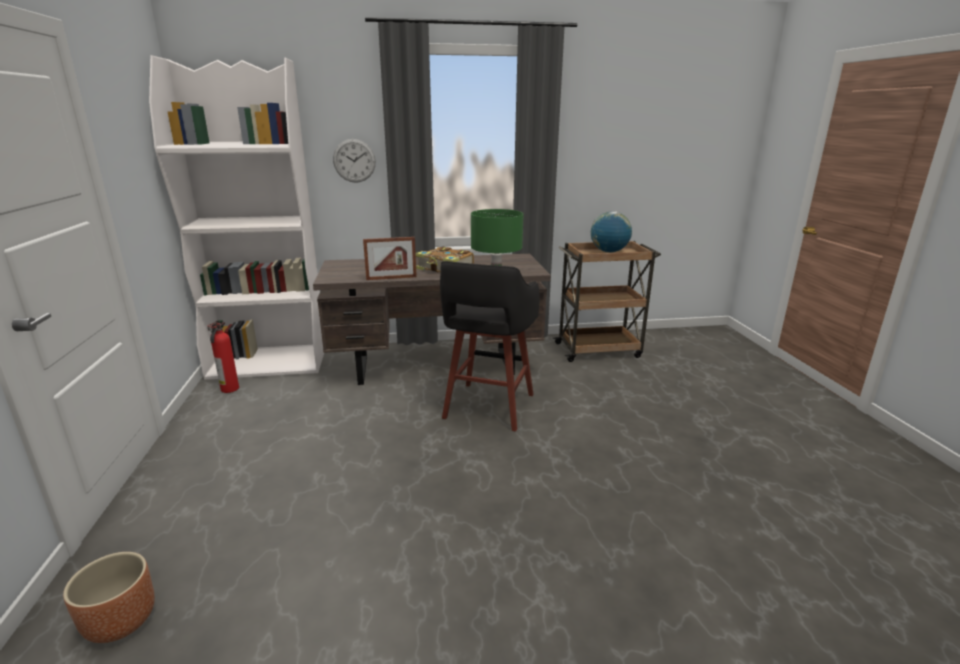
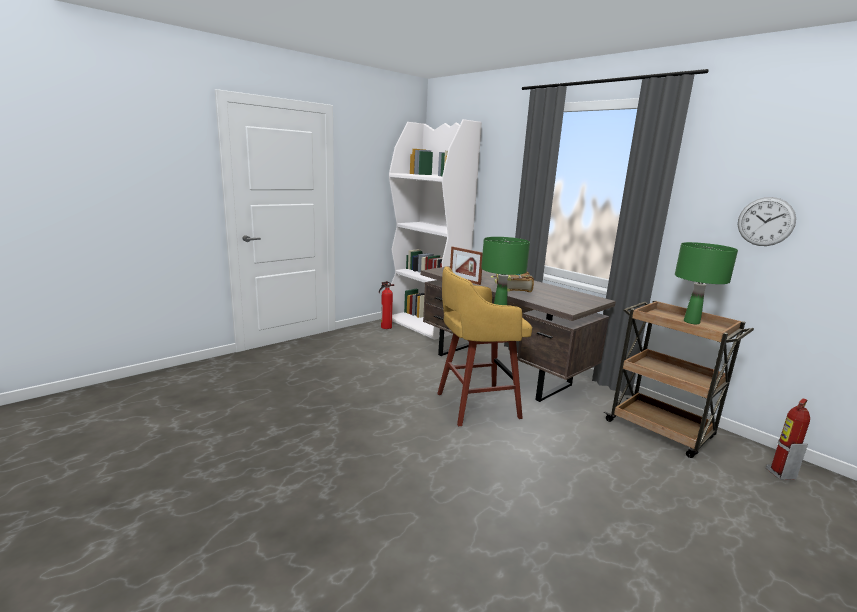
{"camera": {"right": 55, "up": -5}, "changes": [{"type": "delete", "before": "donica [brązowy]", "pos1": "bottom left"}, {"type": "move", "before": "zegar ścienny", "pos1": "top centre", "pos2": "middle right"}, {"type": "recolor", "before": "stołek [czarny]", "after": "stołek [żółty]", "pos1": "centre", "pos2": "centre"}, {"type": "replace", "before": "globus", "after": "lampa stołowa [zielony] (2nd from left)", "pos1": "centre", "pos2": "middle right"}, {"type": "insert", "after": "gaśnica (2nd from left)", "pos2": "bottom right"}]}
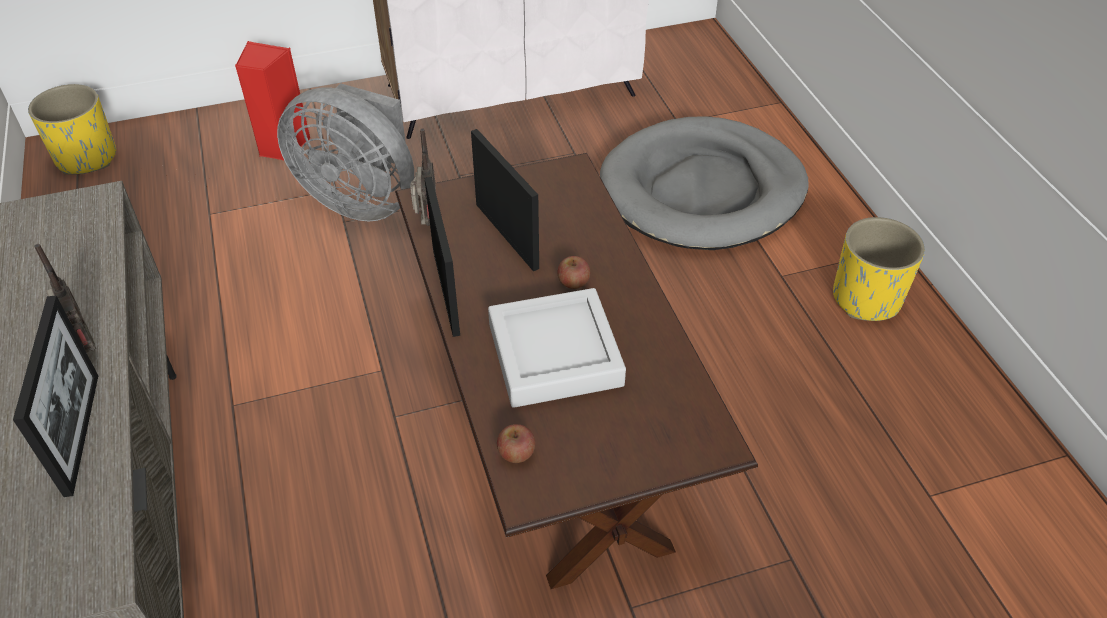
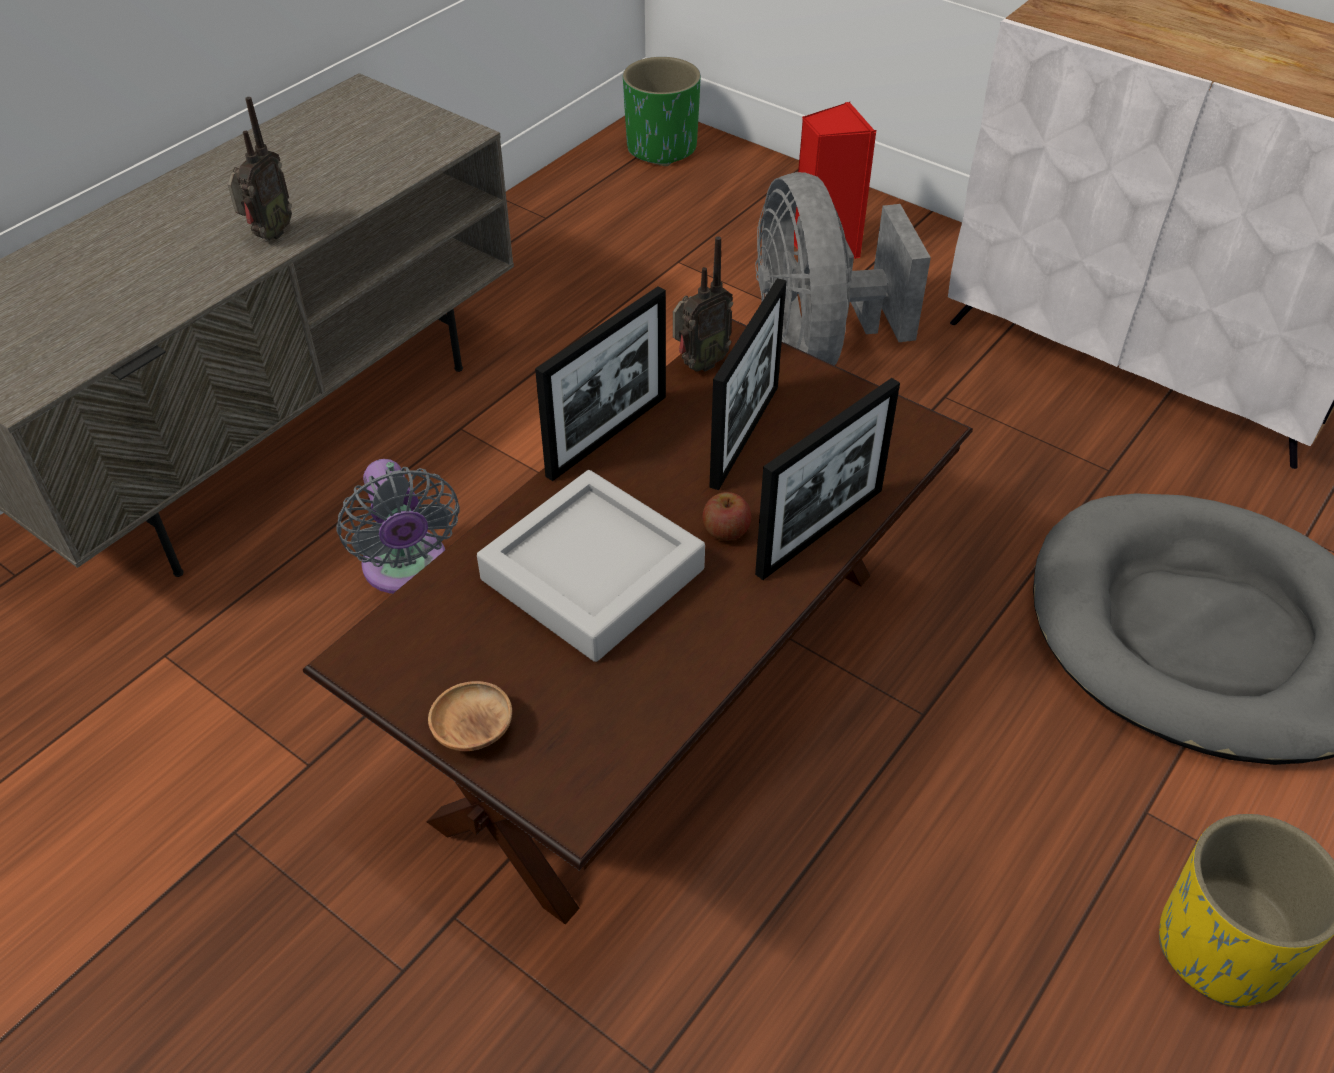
{"camera": {"right": 55, "up": 0}, "changes": [{"type": "move", "before": "ramka na zdjęcie (1st from left in the first image)", "after": "ramka na zdjęcie (3rd from left)", "pos1": "middle left", "pos2": "centre"}, {"type": "recolor", "before": "donica [żółty] (1st from left)", "after": "donica [zielony]", "pos1": "top left", "pos2": "top centre"}, {"type": "delete", "before": "jabłko (1st from left)", "pos1": "bottom centre"}, {"type": "insert", "after": "wentylator [szary] (1st from left)", "pos2": "middle left"}, {"type": "insert", "after": "miska [brązowy]", "pos2": "bottom centre"}]}
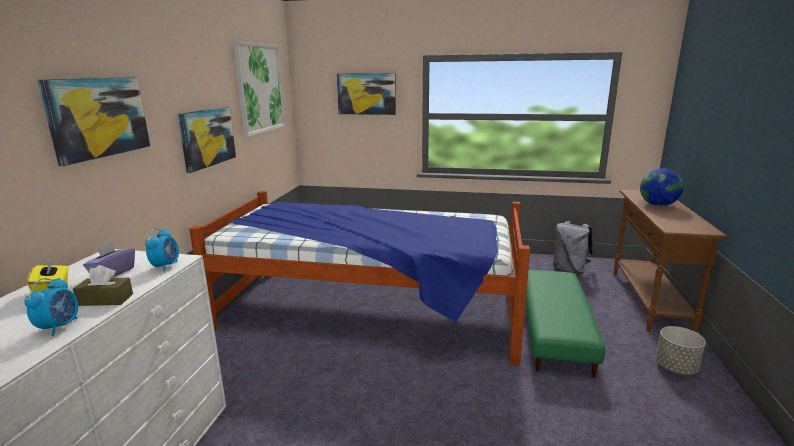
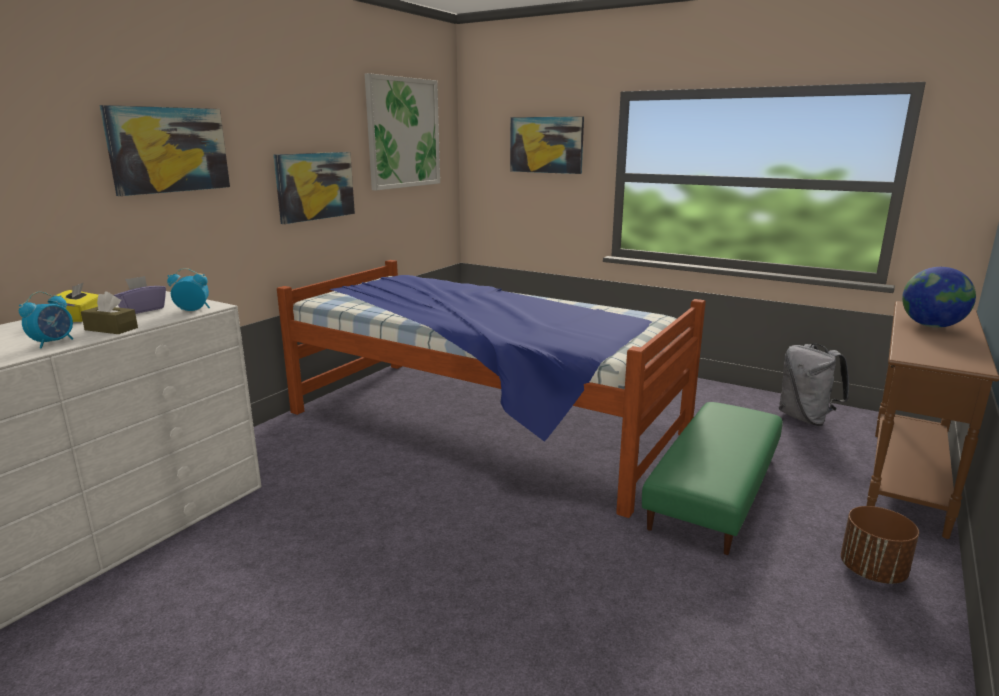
{"camera": {"right": 20, "up": 0}, "changes": [{"type": "rotate", "before": "budzik (2nd from left)", "pos1": "middle left", "pos2": "middle left", "turn": -120}, {"type": "recolor", "before": "donica [szary]", "after": "donica [brązowy]", "pos1": "bottom right", "pos2": "bottom right"}]}
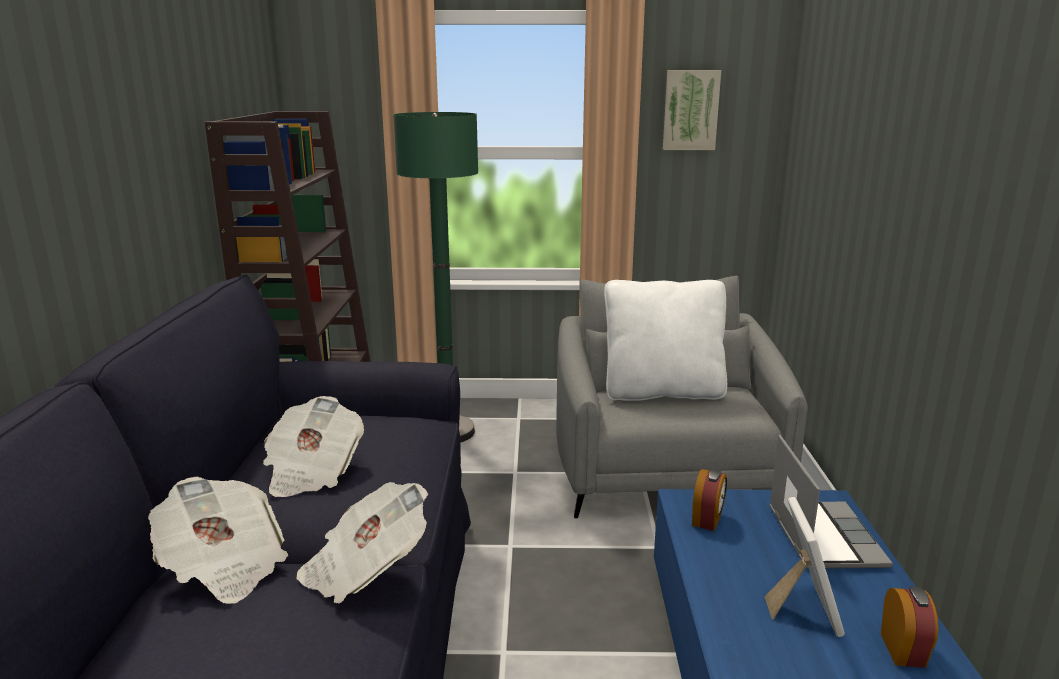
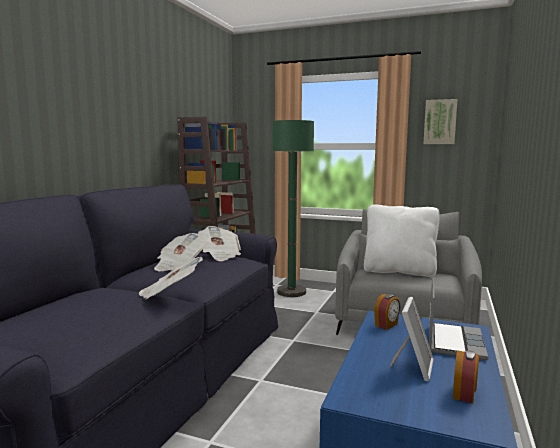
{"camera": {"right": 20, "up": -10}, "changes": [{"type": "move", "before": "gazeta (1st from left in the first image)", "after": "gazeta (3rd from left)", "pos1": "bottom left", "pos2": "centre"}]}
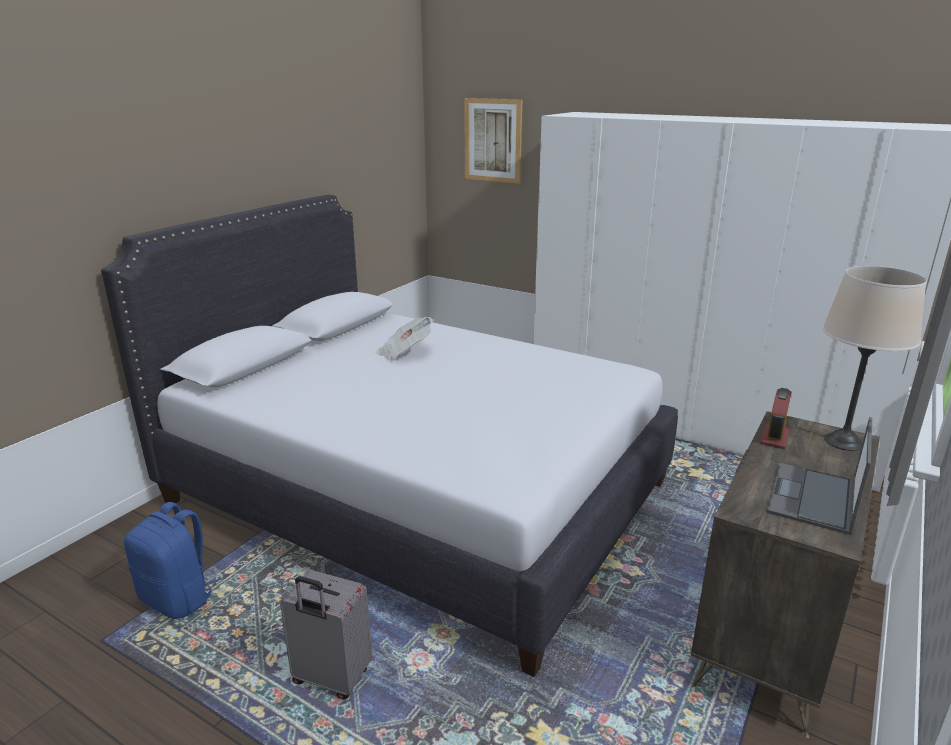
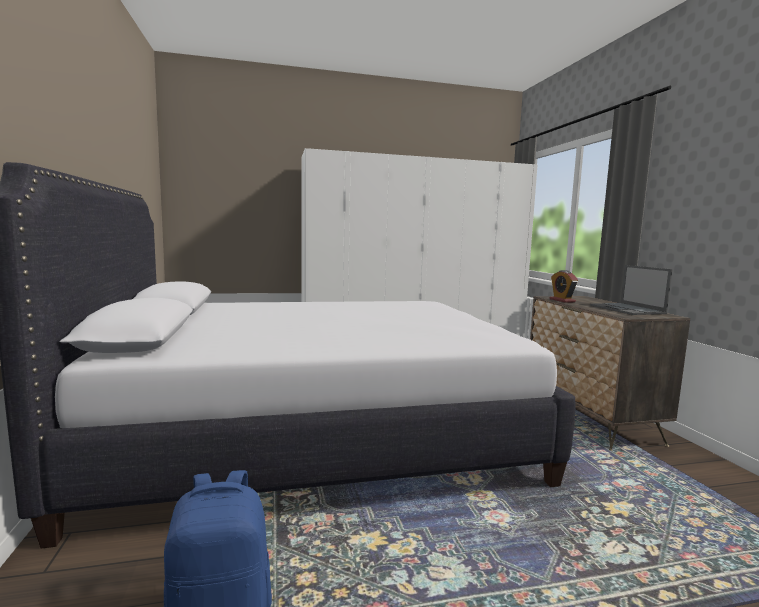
{"camera": {"right": -45, "up": -15}, "changes": [{"type": "delete", "before": "walizka [szary]", "pos1": "bottom centre"}, {"type": "delete", "before": "gazeta", "pos1": "centre"}, {"type": "delete", "before": "obraz", "pos1": "top centre"}, {"type": "delete", "before": "lampa stołowa [beżowy]", "pos1": "middle right"}]}
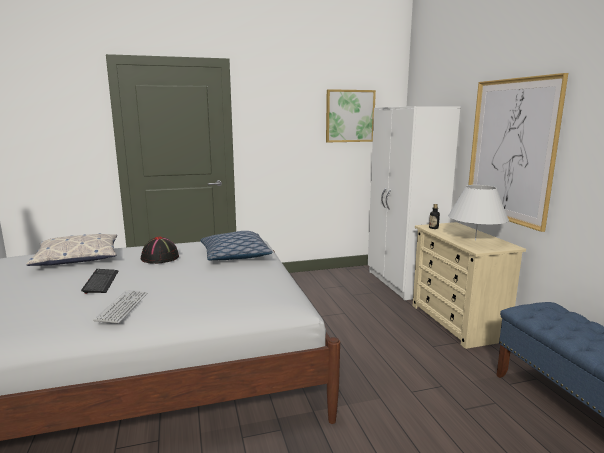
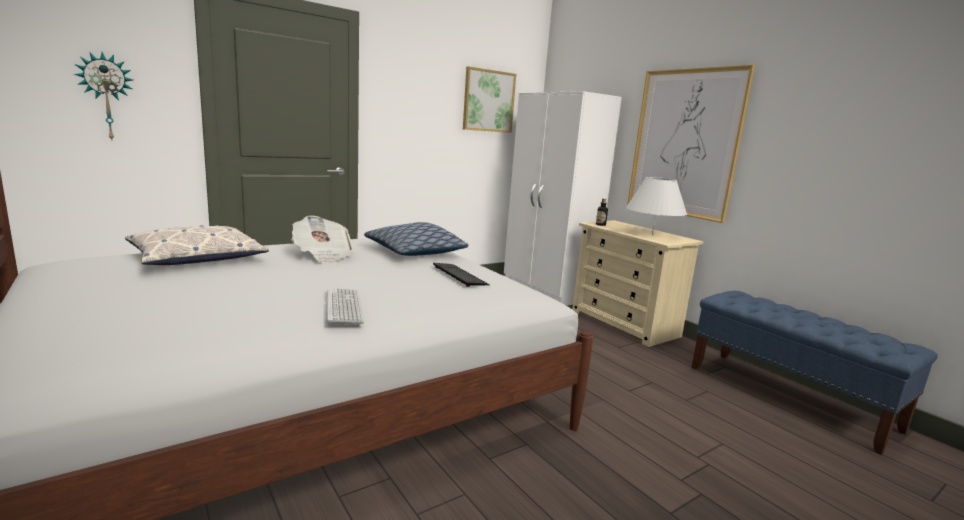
{"camera": {"right": -20, "up": 0}, "changes": [{"type": "move", "before": "klawiatura (1st from left in the first image)", "after": "klawiatura (2nd from left)", "pos1": "middle left", "pos2": "centre"}, {"type": "replace", "before": "kapelusz [czarny]", "after": "gazeta", "pos1": "middle left", "pos2": "centre"}, {"type": "insert", "after": "zegar ścienny", "pos2": "top left"}]}
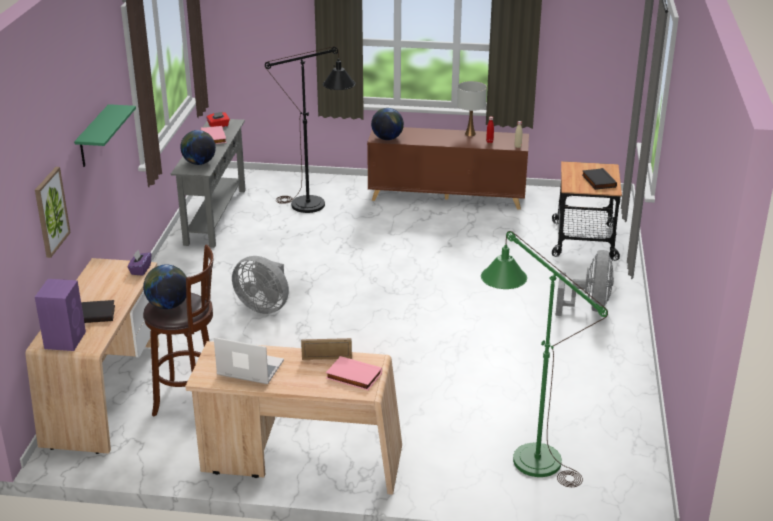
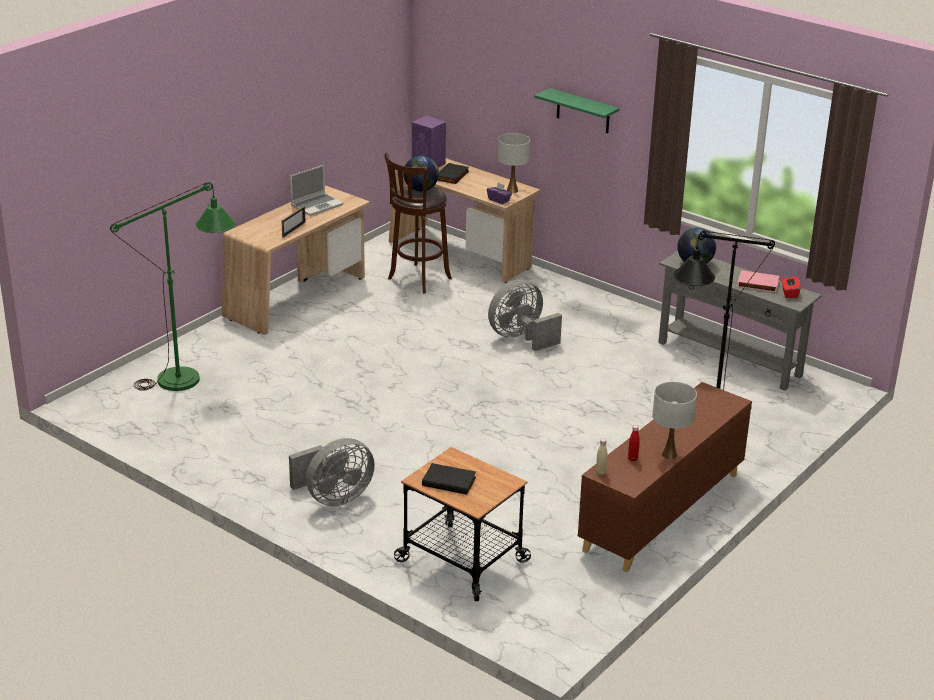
{"camera": {"right": 120, "up": 0}, "changes": [{"type": "delete", "before": "obraz", "pos1": "middle left"}, {"type": "delete", "before": "książka [różowy] (2nd from left)", "pos1": "bottom centre"}, {"type": "delete", "before": "globus (3rd from left)", "pos1": "top centre"}, {"type": "rotate", "before": "wentylator [szary] (2nd from left in the first image)", "pos1": "middle right", "pos2": "bottom centre", "turn": -75}, {"type": "insert", "after": "lampa stołowa [biały] (1st from left)", "pos2": "top centre"}]}
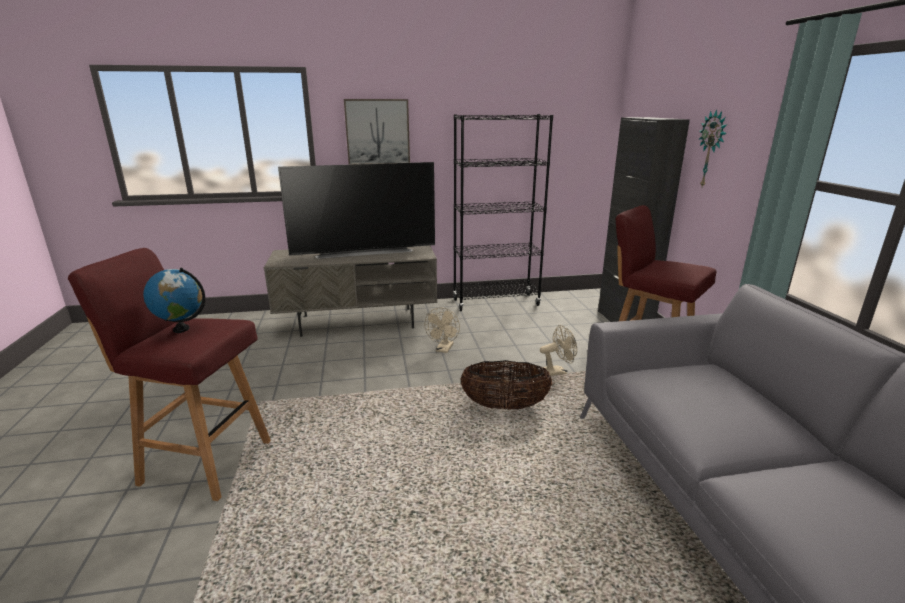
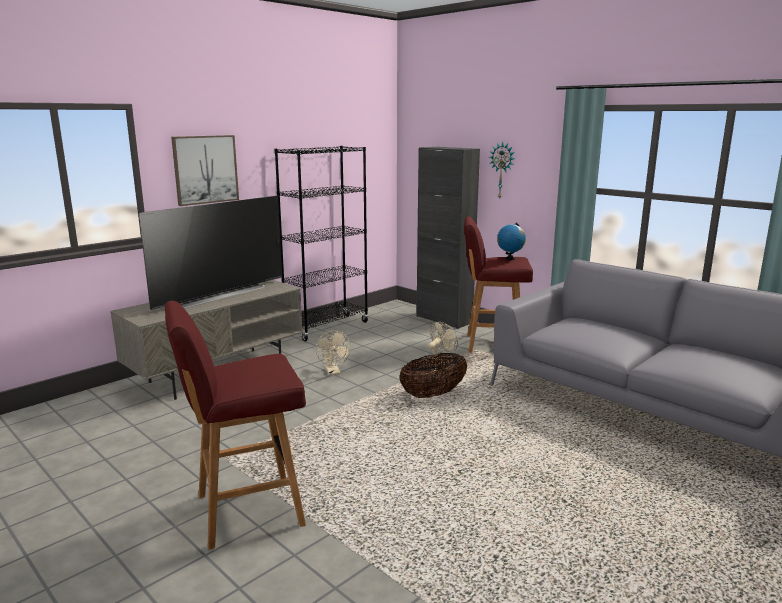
{"camera": {"right": -35, "up": -5}, "changes": [{"type": "move", "before": "globus", "pos1": "middle left", "pos2": "centre"}]}
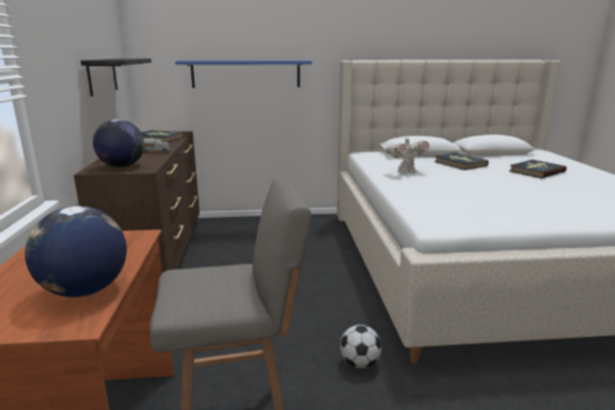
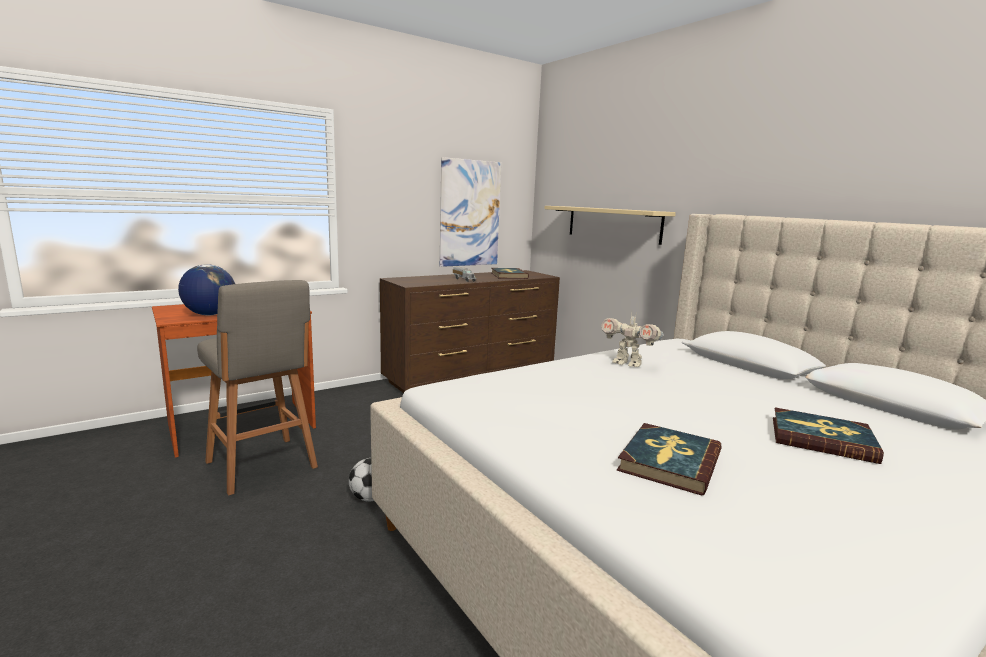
{"camera": {"right": 60, "up": -5}, "changes": [{"type": "replace", "before": "półka [czarny]", "after": "obraz", "pos1": "top left", "pos2": "top centre"}, {"type": "delete", "before": "globus (2nd from left)", "pos1": "middle left"}, {"type": "recolor", "before": "półka [niebieski]", "after": "półka [beżowy]", "pos1": "top centre", "pos2": "centre"}, {"type": "move", "before": "książka (2nd from left)", "pos1": "middle right", "pos2": "bottom right"}]}
